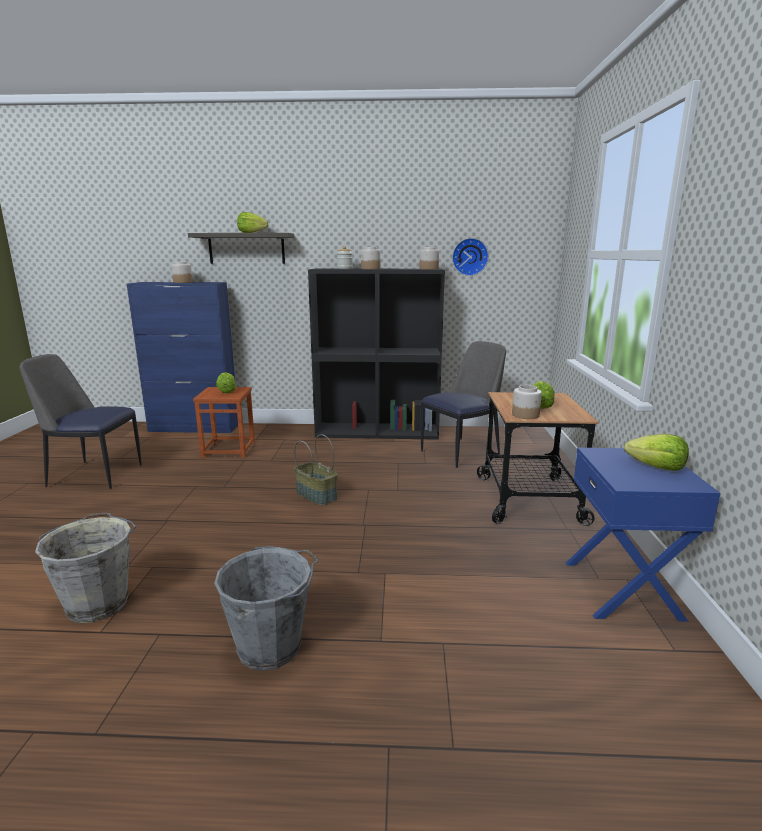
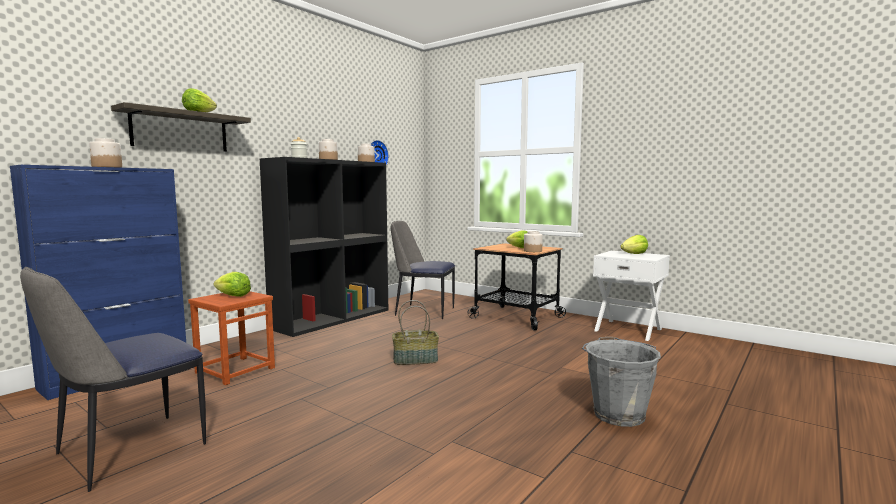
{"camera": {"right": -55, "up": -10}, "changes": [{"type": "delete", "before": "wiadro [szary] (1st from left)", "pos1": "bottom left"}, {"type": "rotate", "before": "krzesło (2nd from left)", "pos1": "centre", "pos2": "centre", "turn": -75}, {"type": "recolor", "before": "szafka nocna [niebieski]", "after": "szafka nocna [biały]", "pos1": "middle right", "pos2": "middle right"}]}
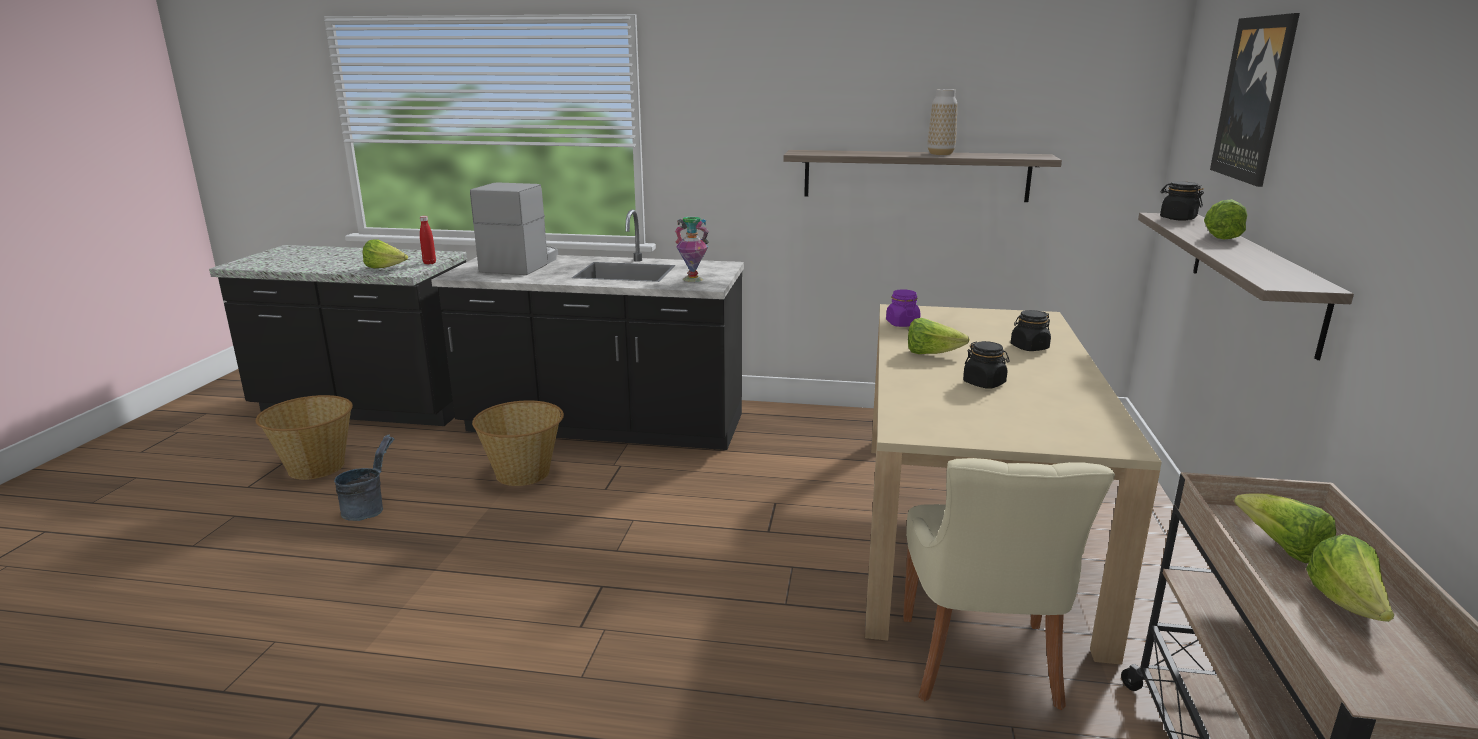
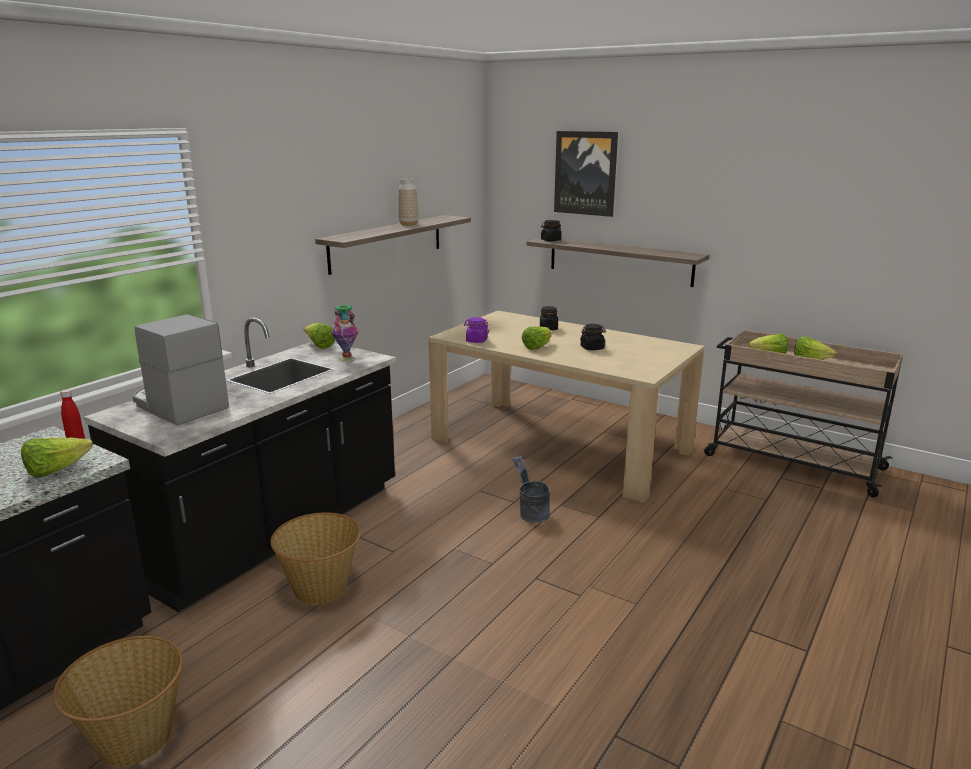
{"camera": {"right": -65, "up": 0}, "changes": [{"type": "move", "before": "wiadro [szary]", "pos1": "middle left", "pos2": "centre"}, {"type": "delete", "before": "krzesło [beżowy]", "pos1": "bottom right"}, {"type": "move", "before": "sałata (3rd from left in the first image)", "after": "sałata (2nd from left)", "pos1": "top right", "pos2": "middle left"}]}
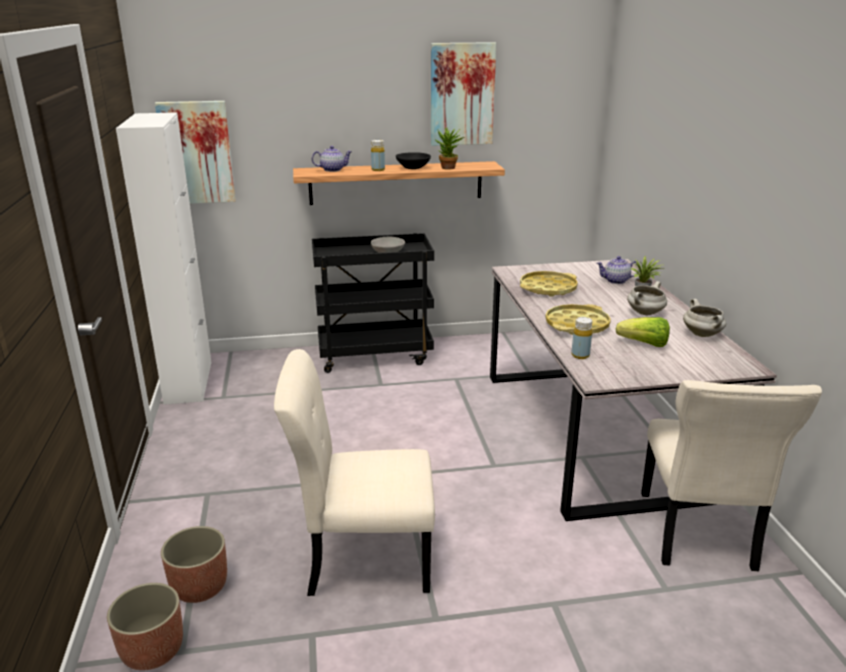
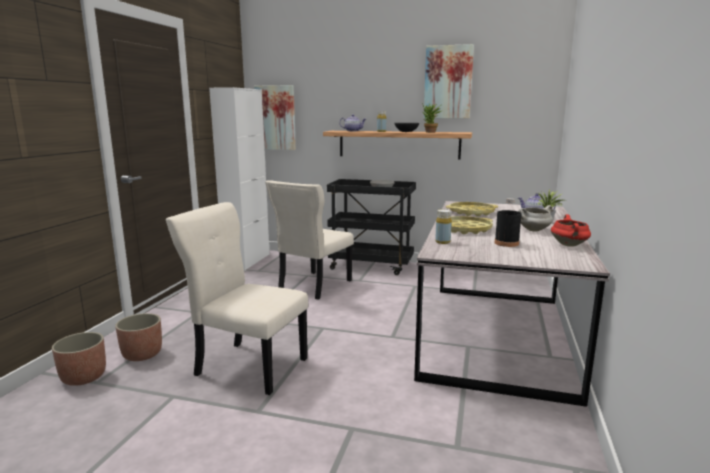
{"camera": {"right": 25, "up": -10}, "changes": [{"type": "replace", "before": "sałata", "after": "butelka [czarny]", "pos1": "middle right", "pos2": "middle right"}, {"type": "move", "before": "krzesło [beżowy] (2nd from left)", "pos1": "bottom right", "pos2": "centre"}, {"type": "recolor", "before": "garnek [biały] (2nd from left)", "after": "garnek [czerwony]", "pos1": "middle right", "pos2": "middle right"}]}
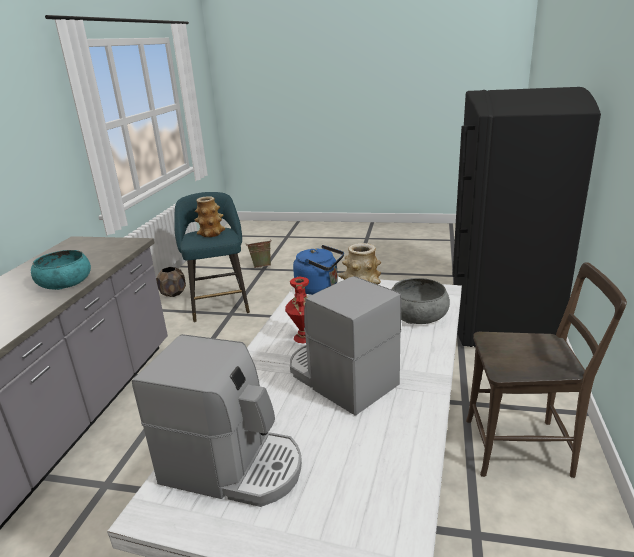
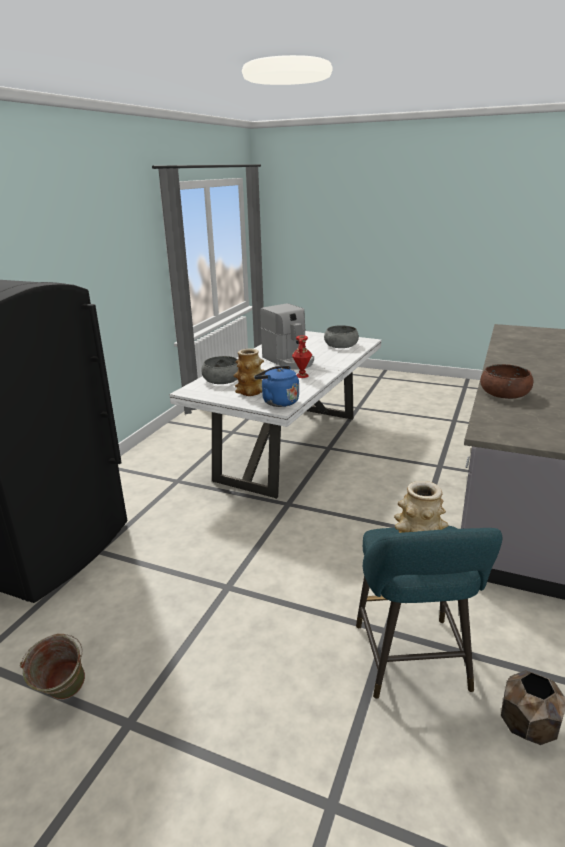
{"camera": {"right": -170, "up": 0}, "changes": [{"type": "recolor", "before": "miska [turkusowy]", "after": "miska [brązowy]", "pos1": "middle left", "pos2": "middle right"}, {"type": "replace", "before": "ekspres do kawy (1st from left)", "after": "miska [szary] (2nd from left)", "pos1": "bottom centre", "pos2": "centre"}, {"type": "move", "before": "wiadro [zielony]", "pos1": "centre", "pos2": "bottom left"}, {"type": "delete", "before": "krzesło [brązowy]", "pos1": "middle right"}]}
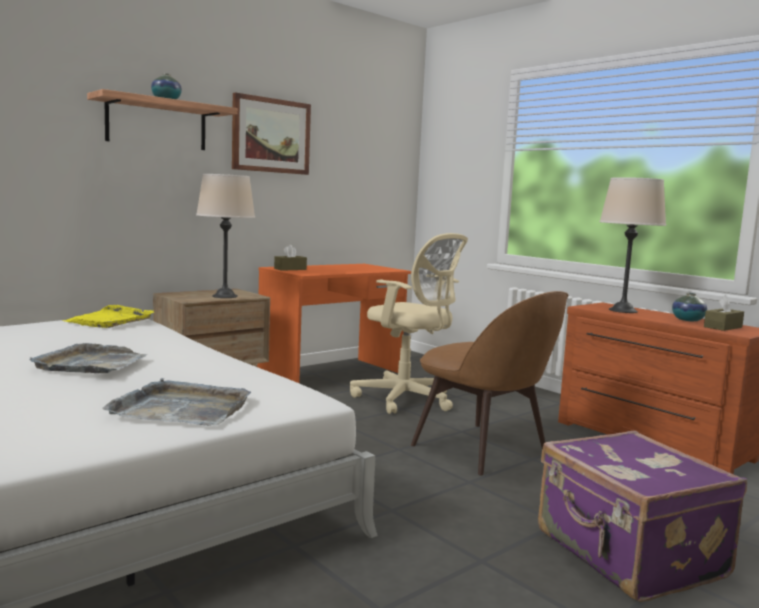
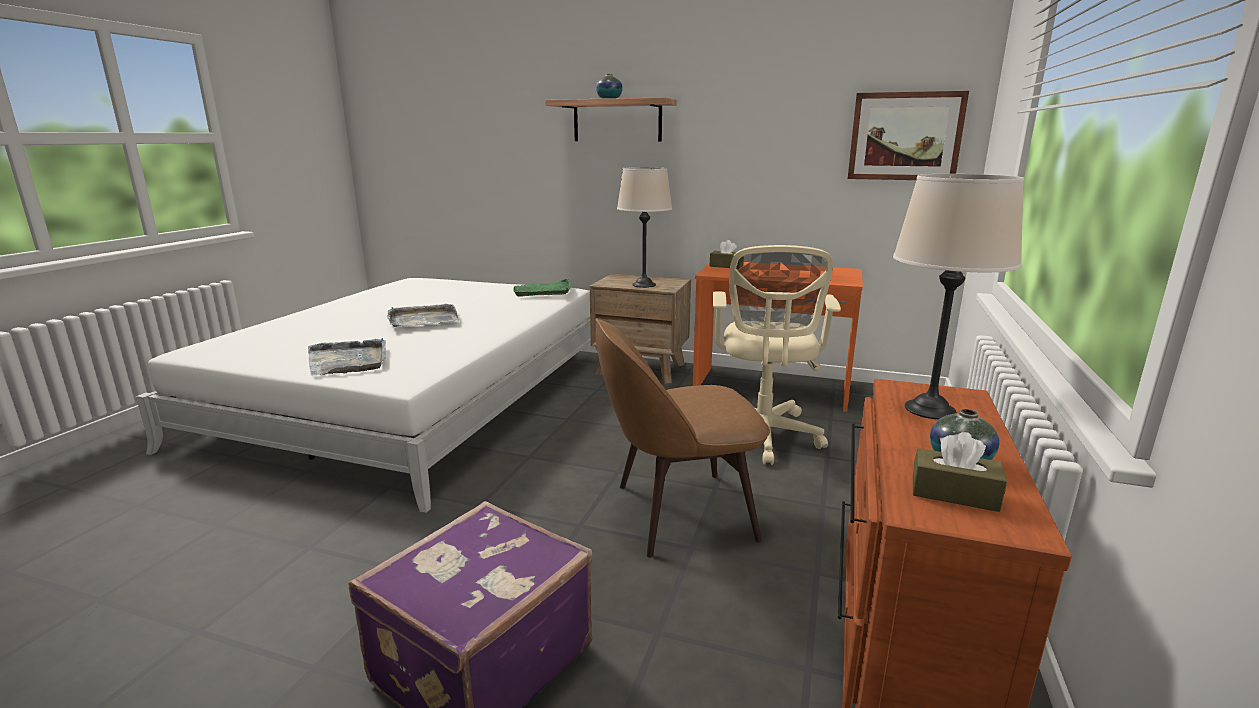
{"camera": {"right": 60, "up": 10}, "changes": [{"type": "recolor", "before": "taca [żółty]", "after": "taca [zielony]", "pos1": "middle left", "pos2": "centre"}, {"type": "move", "before": "obraz", "pos1": "top centre", "pos2": "top right"}, {"type": "rotate", "before": "krzesło [brązowy]", "pos1": "centre", "pos2": "centre", "turn": 60}]}
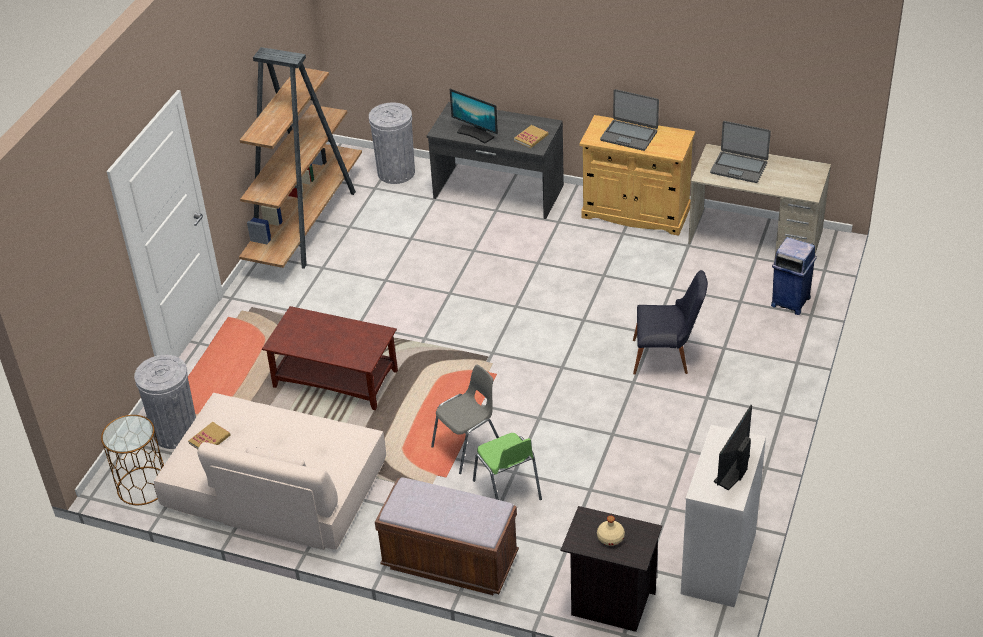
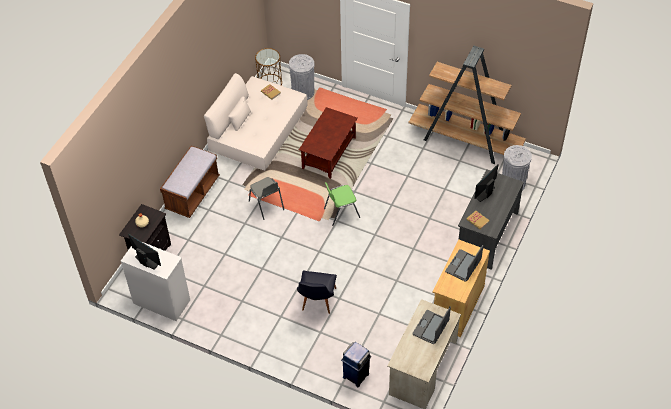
{"camera": {"right": 95, "up": 10}, "changes": [{"type": "move", "before": "krzesło [zielony]", "pos1": "bottom centre", "pos2": "centre"}]}
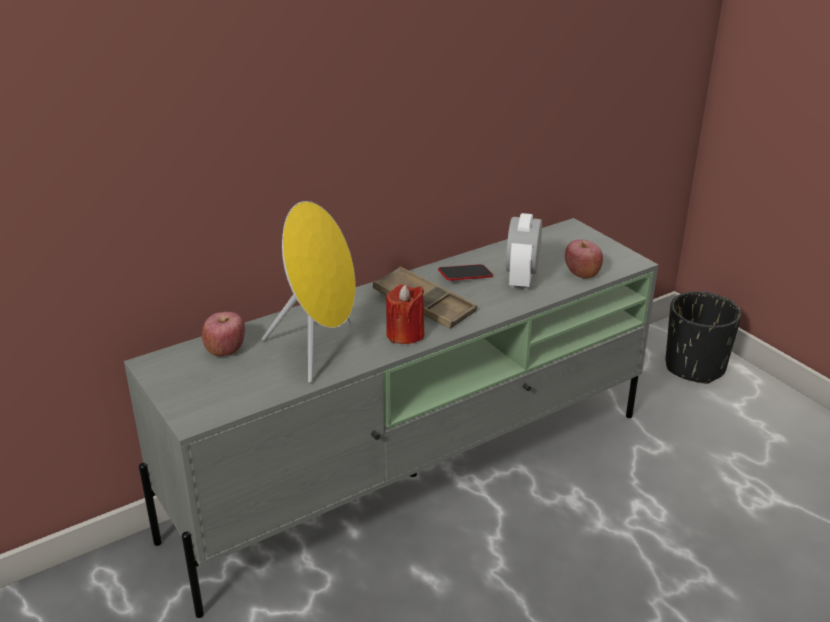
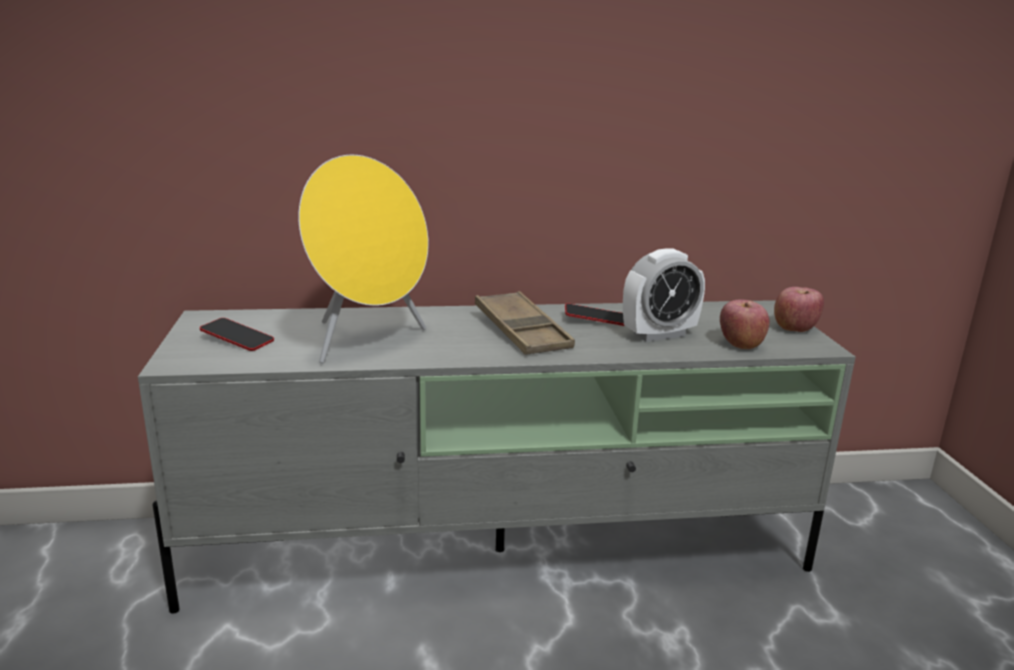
{"camera": {"right": 25, "up": -10}, "changes": [{"type": "move", "before": "jabłko (1st from left in the first image)", "after": "jabłko (2nd from left)", "pos1": "middle left", "pos2": "middle right"}, {"type": "delete", "before": "świeca [czerwony]", "pos1": "centre"}, {"type": "rotate", "before": "budzik", "pos1": "centre", "pos2": "centre", "turn": -150}, {"type": "delete", "before": "donica [czarny]", "pos1": "middle right"}, {"type": "insert", "after": "telefon (1st from left)", "pos2": "middle left"}]}
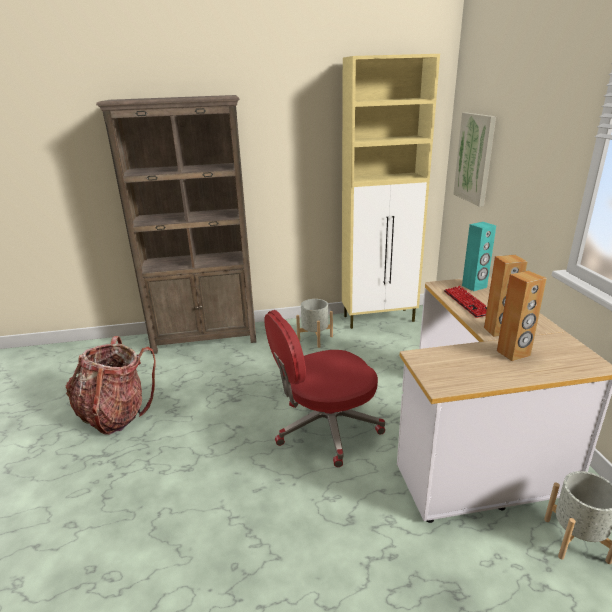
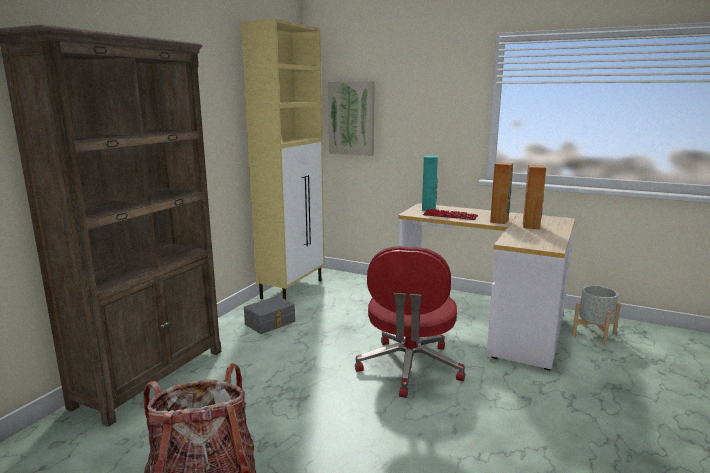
{"camera": {"right": -55, "up": -10}, "changes": [{"type": "replace", "before": "donica [szary] (1st from left)", "after": "pojemnik do przechowywania [szary]", "pos1": "centre", "pos2": "centre"}]}
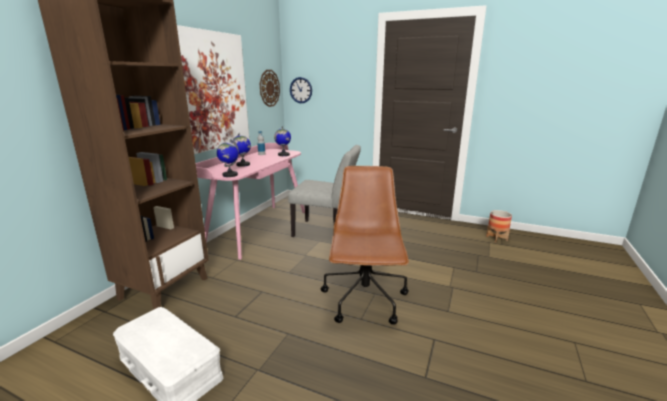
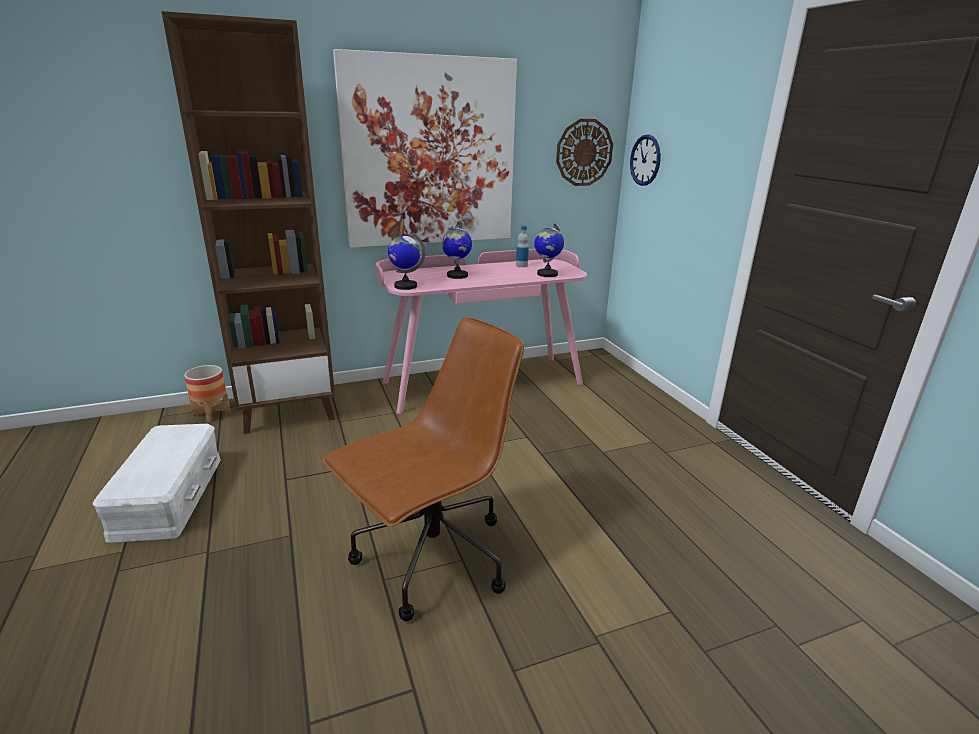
{"camera": {"right": 45, "up": 5}, "changes": [{"type": "delete", "before": "krzesło [szary]", "pos1": "centre"}, {"type": "move", "before": "donica", "pos1": "middle right", "pos2": "middle left"}]}
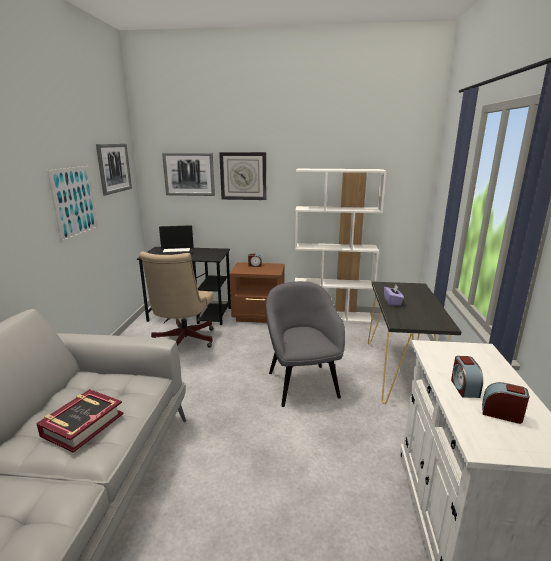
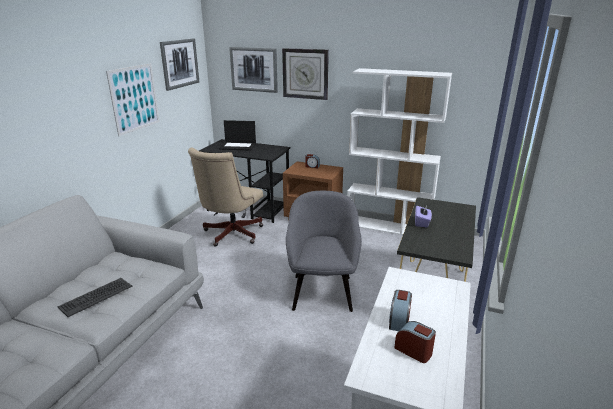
{"camera": {"right": 15, "up": 5}, "changes": [{"type": "replace", "before": "książka", "after": "klawiatura", "pos1": "bottom left", "pos2": "bottom left"}]}
